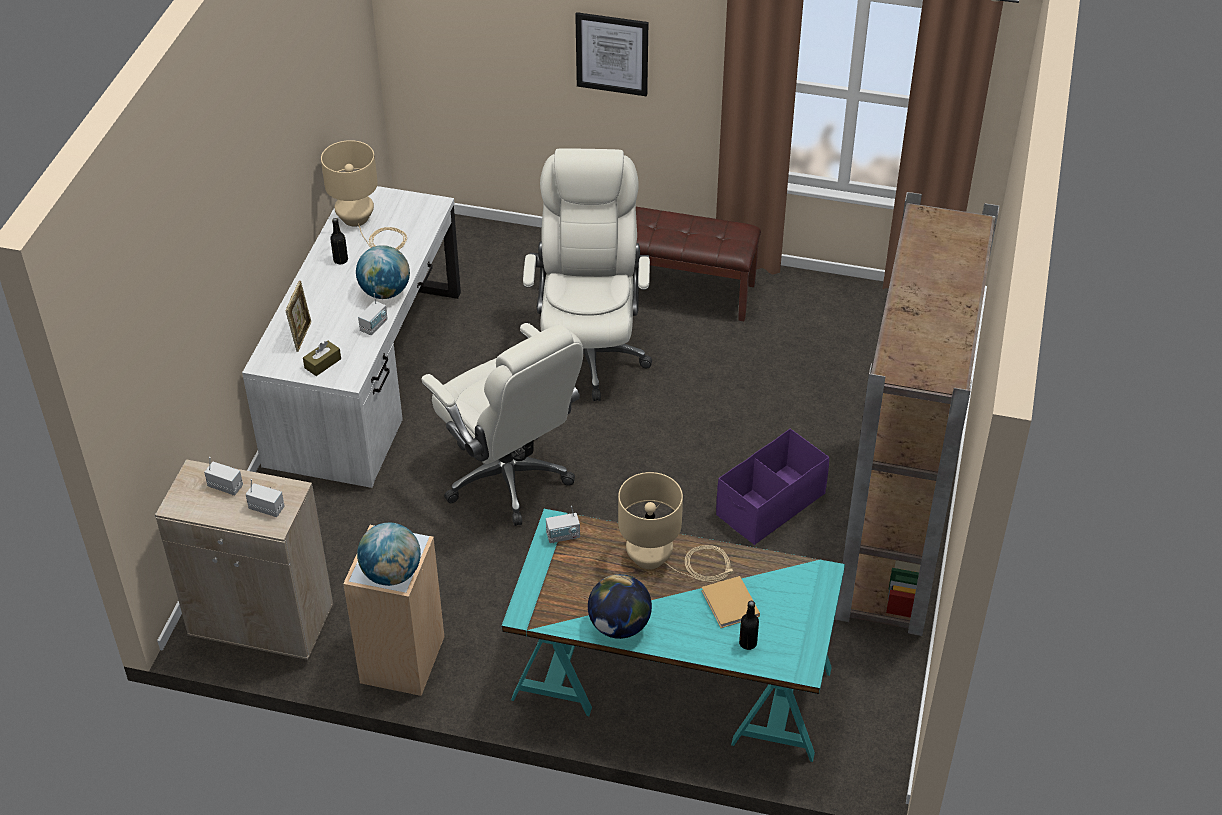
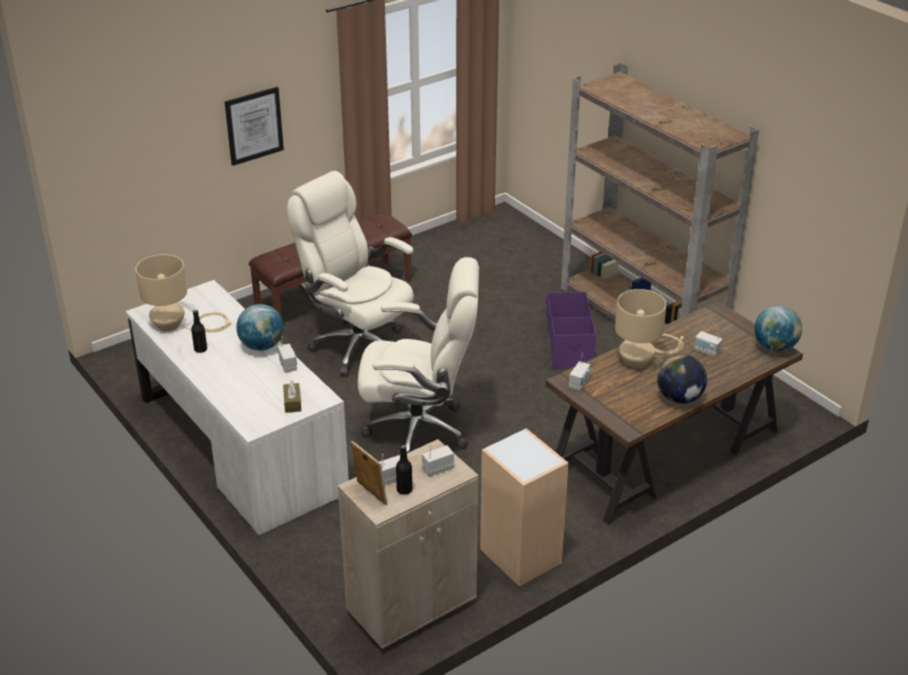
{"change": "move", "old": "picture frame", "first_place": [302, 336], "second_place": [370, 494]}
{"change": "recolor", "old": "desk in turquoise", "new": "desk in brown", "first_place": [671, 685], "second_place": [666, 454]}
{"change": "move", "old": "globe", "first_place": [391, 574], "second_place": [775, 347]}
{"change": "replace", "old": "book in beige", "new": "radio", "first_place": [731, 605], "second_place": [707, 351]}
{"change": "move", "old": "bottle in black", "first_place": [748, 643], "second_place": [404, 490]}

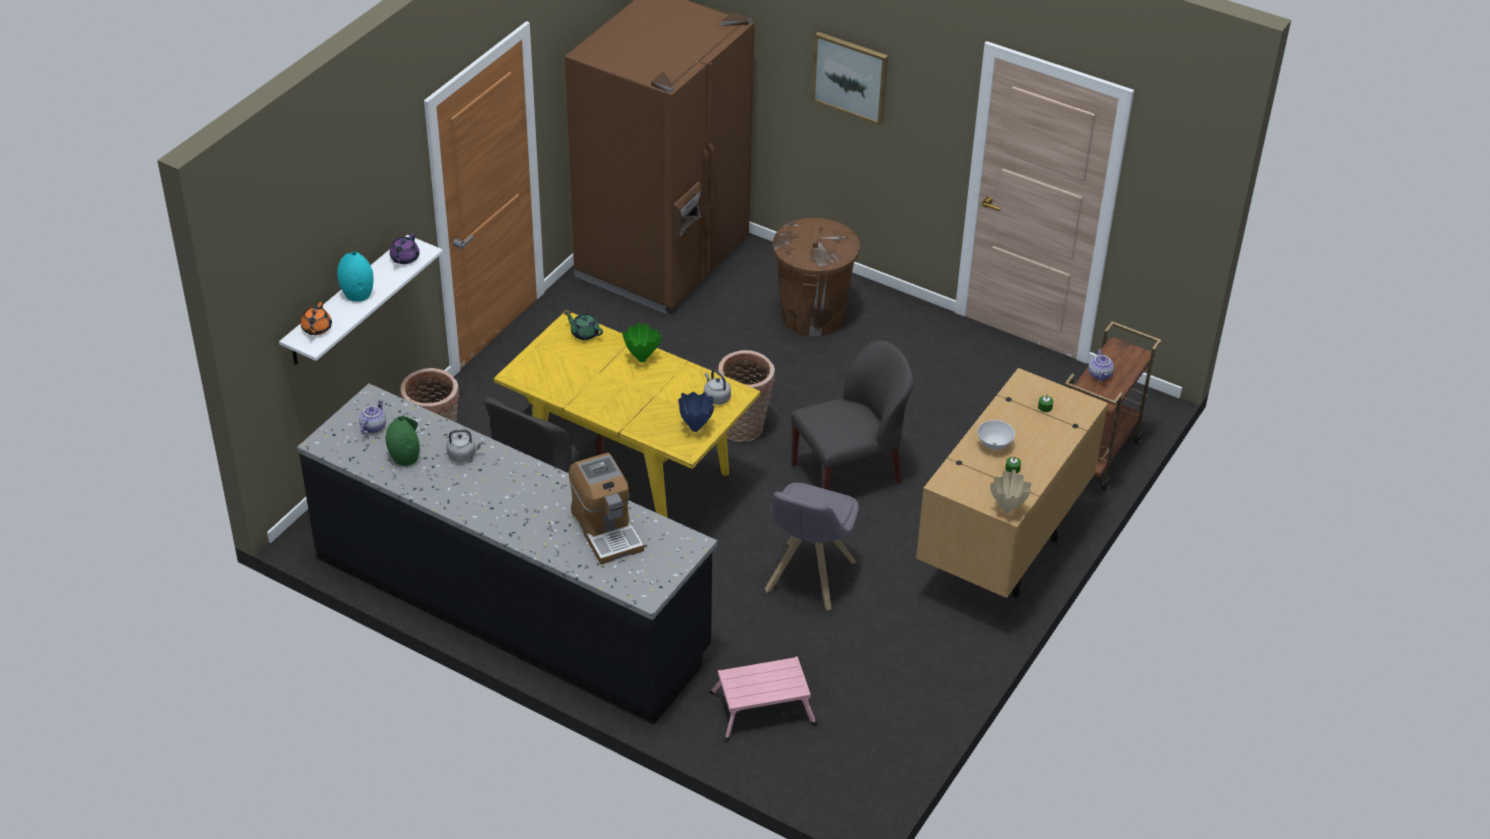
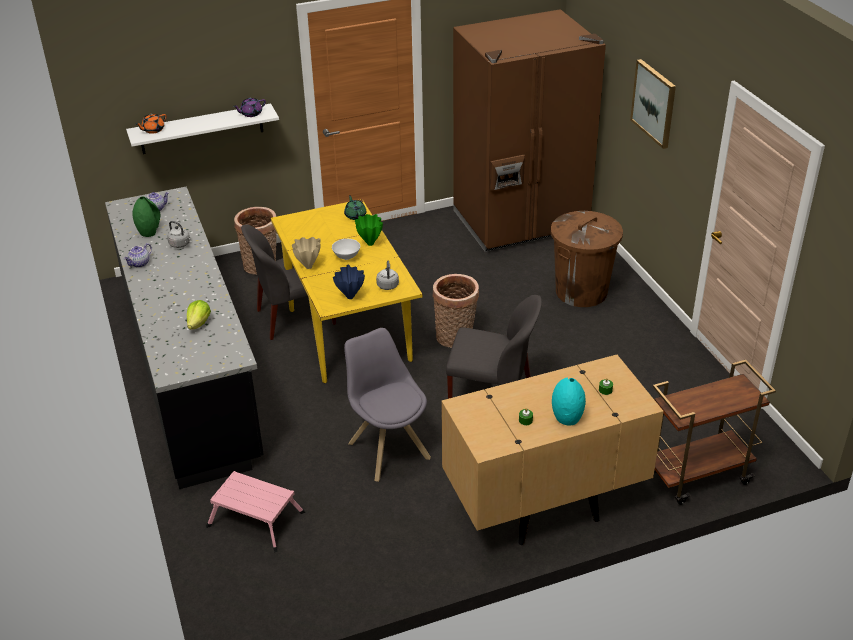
{"change": "move", "old": "vase in turquoise", "first_place": [358, 295], "second_place": [567, 418]}
{"change": "move", "old": "teapot", "first_place": [1100, 375], "second_place": [140, 264]}
{"change": "move", "old": "bowl in white", "first_place": [994, 445], "second_place": [346, 257]}
{"change": "replace", "old": "coffee machine", "new": "lettuce", "first_place": [606, 530], "second_place": [199, 323]}
{"change": "move", "old": "vase in beige", "first_place": [1007, 510], "second_place": [308, 267]}
{"change": "rotate", "old": "chair in grey", "first_place": [809, 576], "second_place": [388, 450], "degrees": 90}

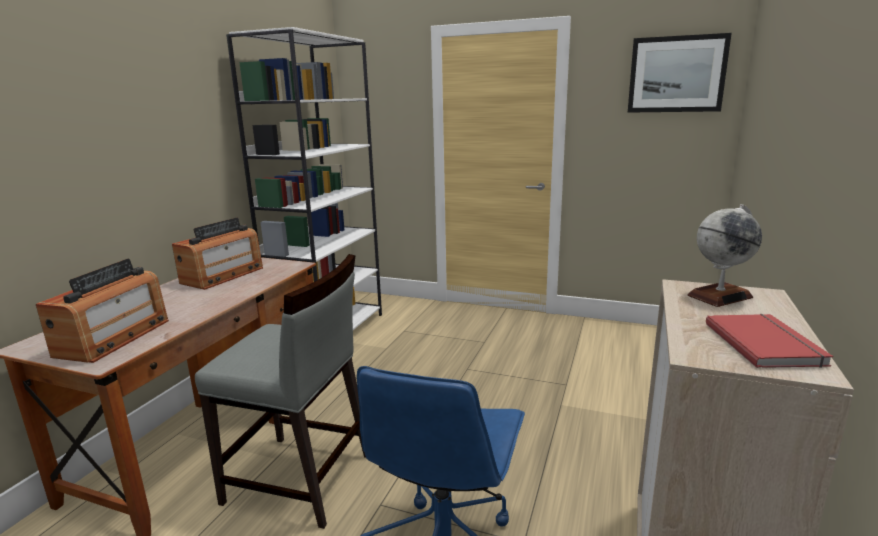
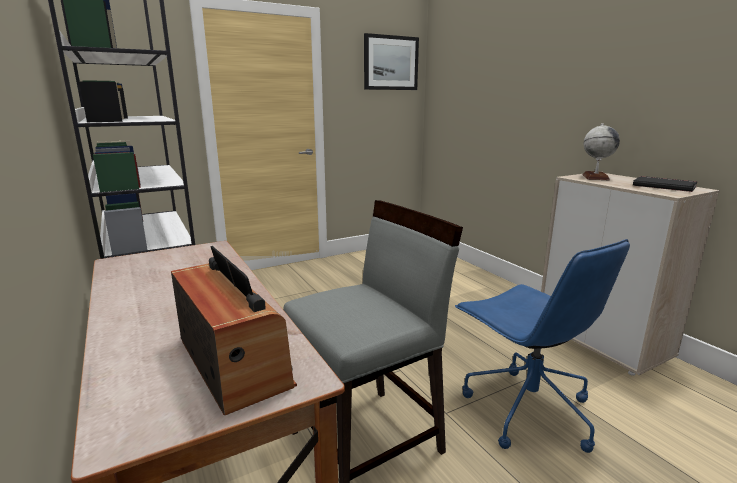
{"change": "delete", "old": "radio", "first_place": [223, 275]}
{"change": "recolor", "old": "book in red", "new": "book in black", "first_place": [765, 343], "second_place": [664, 186]}

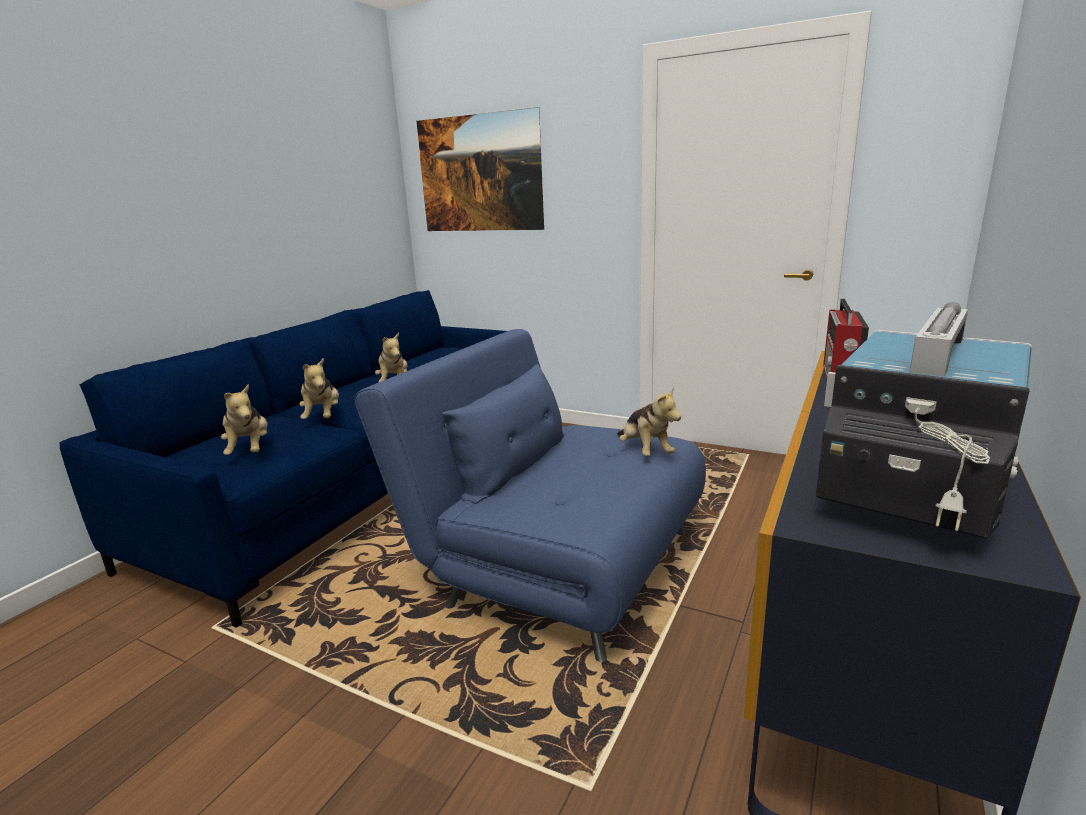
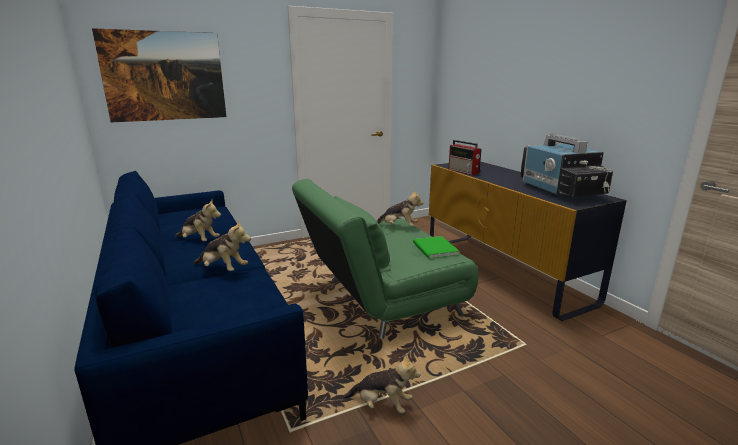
{"change": "recolor", "old": "armchair in blue", "new": "armchair in green", "first_place": [553, 561], "second_place": [380, 300]}
{"change": "move", "old": "plush toy", "first_place": [250, 450], "second_place": [382, 405]}
{"change": "insert", "new": "book in green", "second_place": [434, 249]}

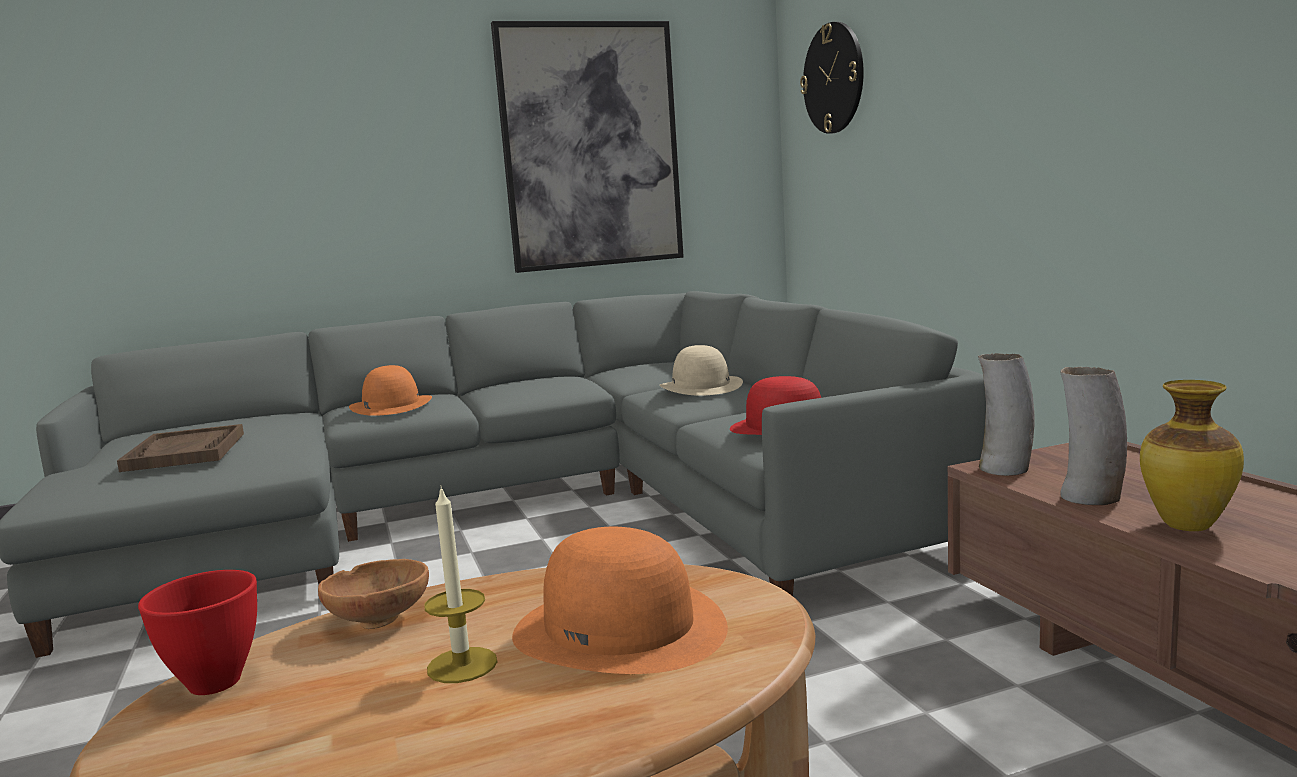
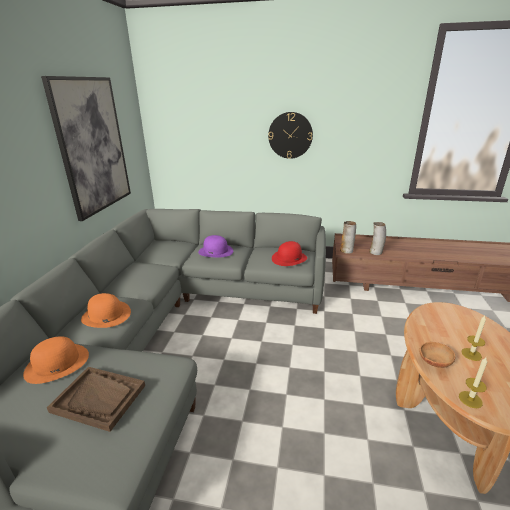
{"change": "move", "old": "wall clock", "first_place": [833, 78], "second_place": [290, 135]}
{"change": "recolor", "old": "hat in beige", "new": "hat in purple", "first_place": [701, 386], "second_place": [216, 251]}
{"change": "delete", "old": "vase", "first_place": [1185, 526]}
{"change": "move", "old": "hat in orange", "first_place": [620, 629], "second_place": [57, 363]}
{"change": "replace", "old": "bowl in red", "new": "candle", "first_place": [218, 682], "second_place": [470, 399]}

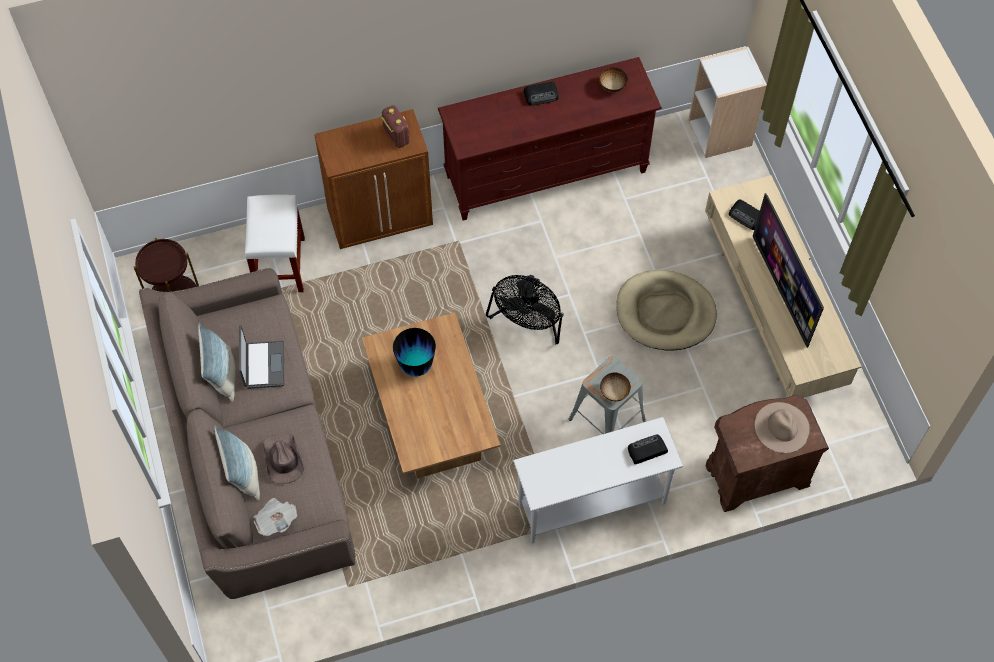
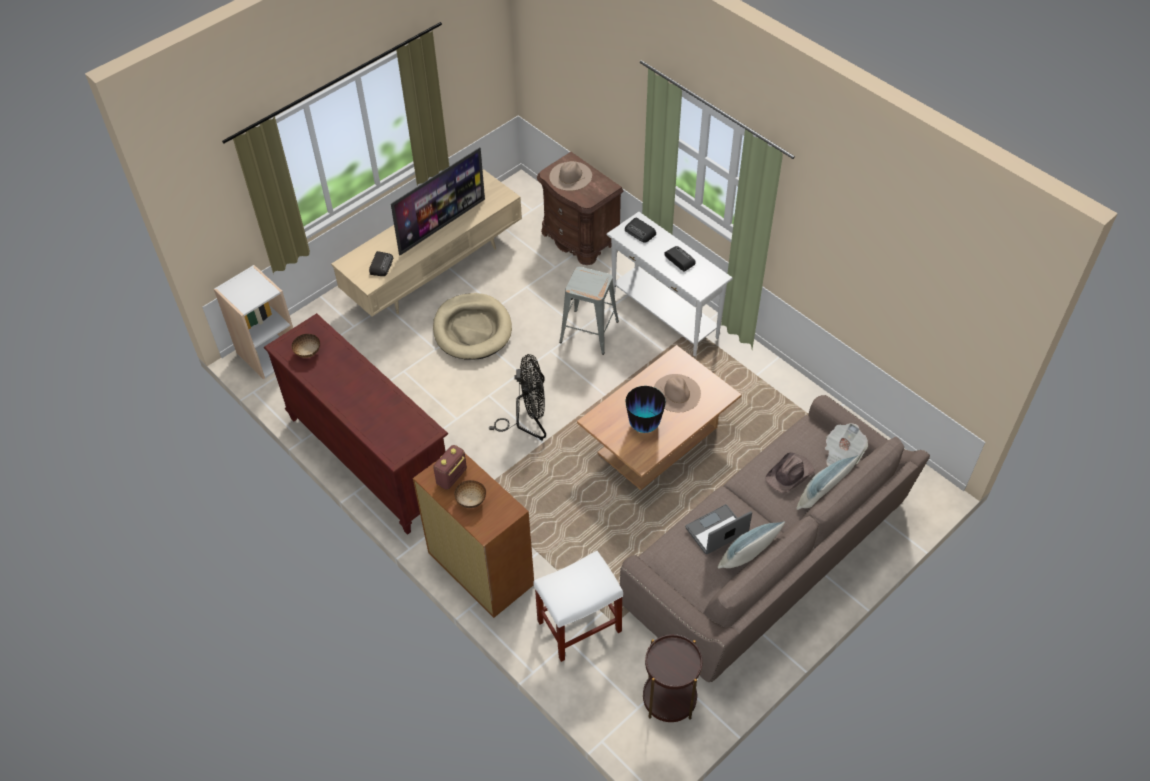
{"change": "move", "old": "radio", "first_place": [541, 95], "second_place": [679, 260]}
{"change": "move", "old": "bowl", "first_place": [614, 392], "second_place": [471, 500]}
{"change": "insert", "new": "hat in beige", "second_place": [677, 393]}

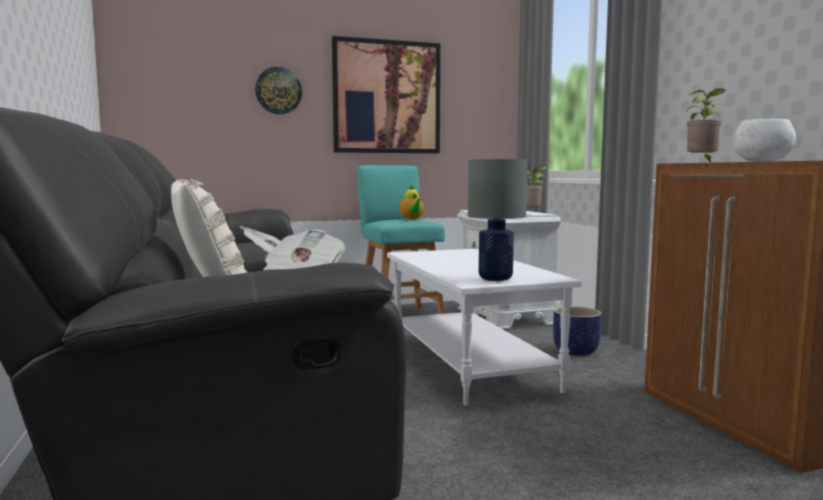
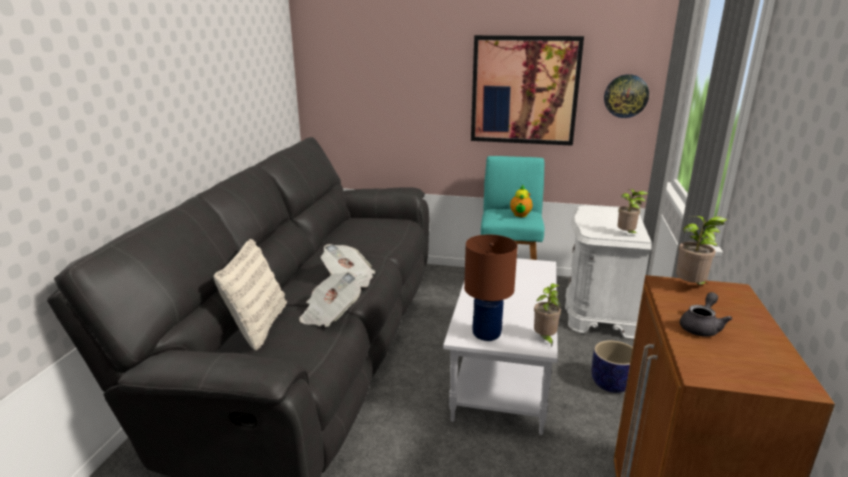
{"change": "move", "old": "wall clock", "first_place": [278, 91], "second_place": [626, 96]}
{"change": "replace", "old": "bowl in white", "new": "teapot in grey", "first_place": [761, 161], "second_place": [701, 327]}
{"change": "recolor", "old": "table lamp in grey", "new": "table lamp in brown", "first_place": [495, 279], "second_place": [486, 336]}
{"change": "insert", "new": "potted plant", "second_place": [545, 339]}

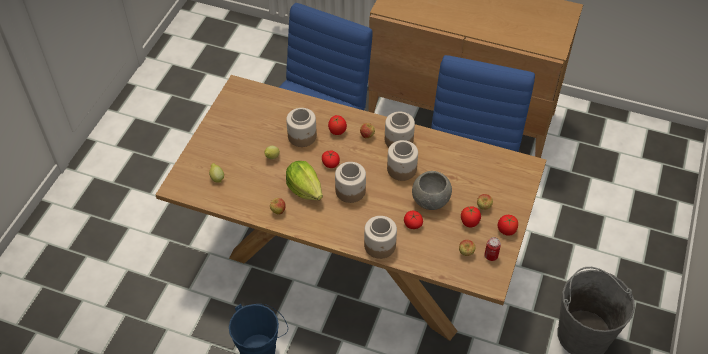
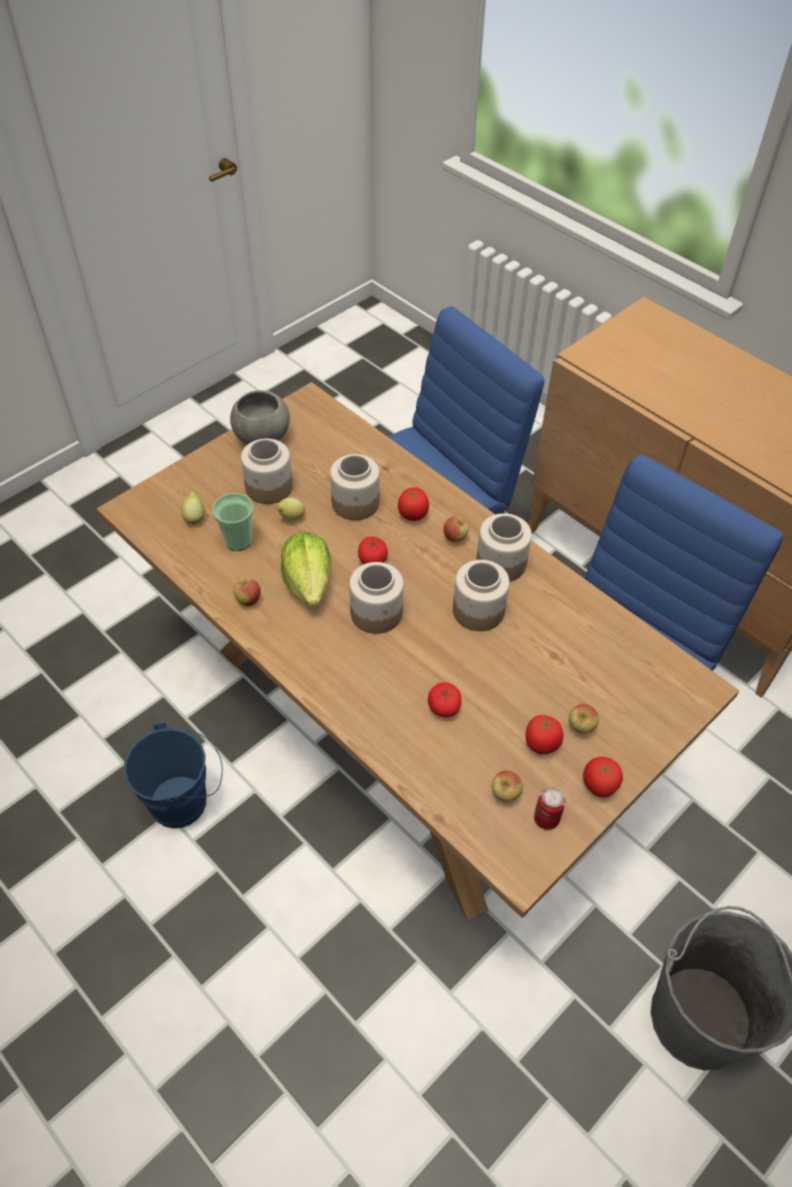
{"change": "move", "old": "bowl in grey", "first_place": [431, 200], "second_place": [263, 437]}
{"change": "move", "old": "jar", "first_place": [380, 245], "second_place": [269, 487]}
{"change": "insert", "new": "cup", "second_place": [238, 541]}

